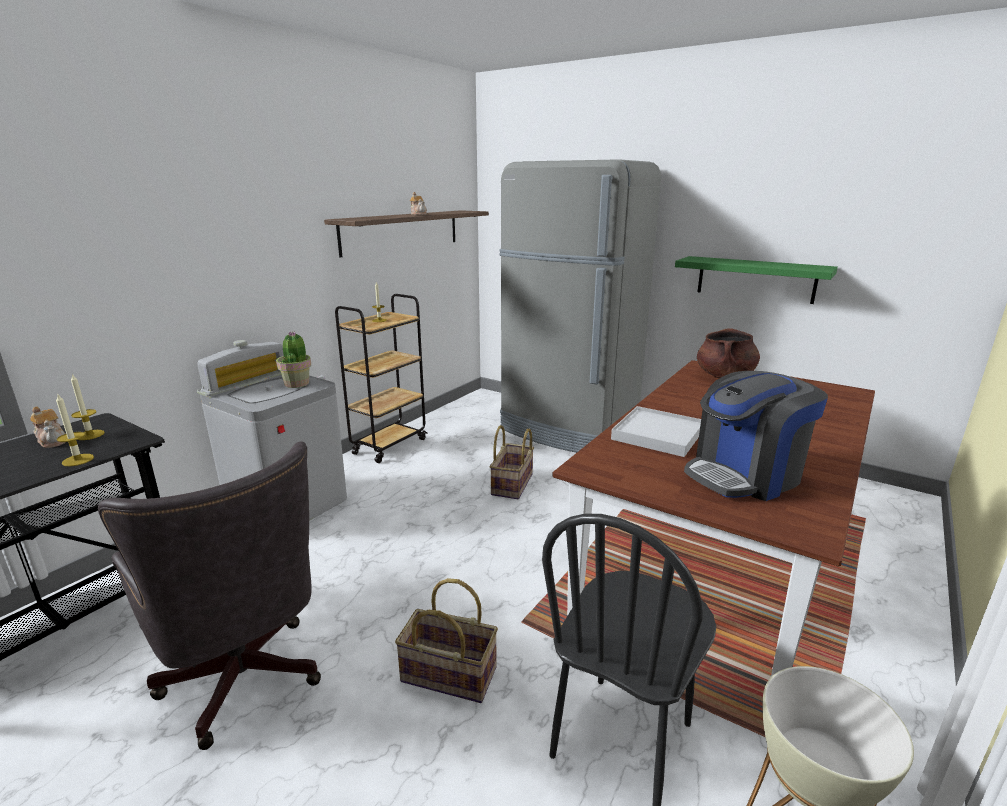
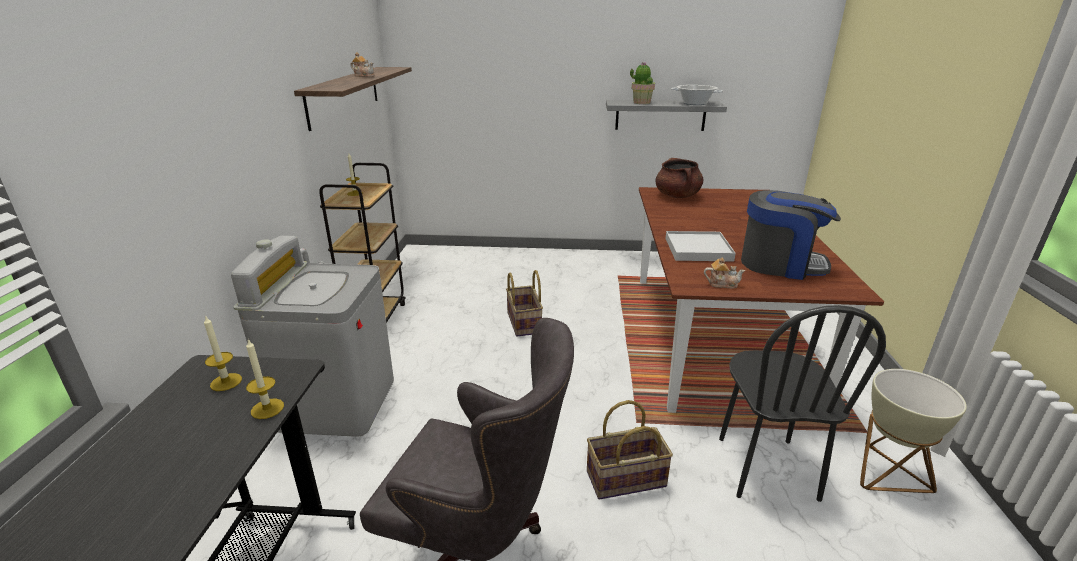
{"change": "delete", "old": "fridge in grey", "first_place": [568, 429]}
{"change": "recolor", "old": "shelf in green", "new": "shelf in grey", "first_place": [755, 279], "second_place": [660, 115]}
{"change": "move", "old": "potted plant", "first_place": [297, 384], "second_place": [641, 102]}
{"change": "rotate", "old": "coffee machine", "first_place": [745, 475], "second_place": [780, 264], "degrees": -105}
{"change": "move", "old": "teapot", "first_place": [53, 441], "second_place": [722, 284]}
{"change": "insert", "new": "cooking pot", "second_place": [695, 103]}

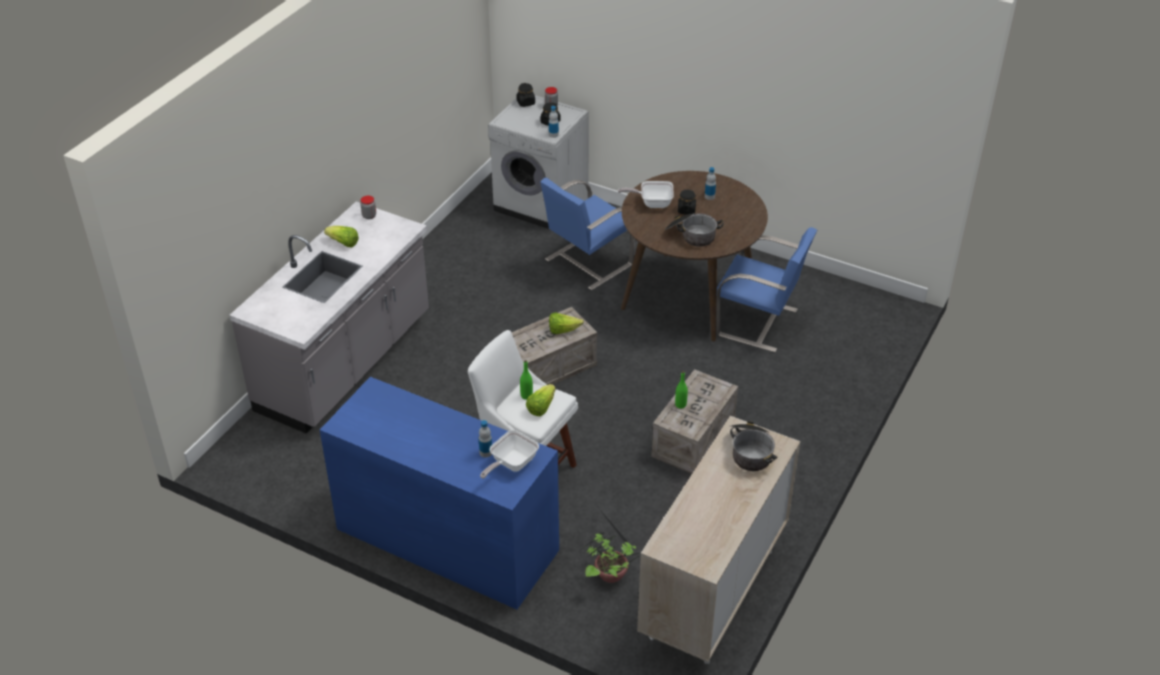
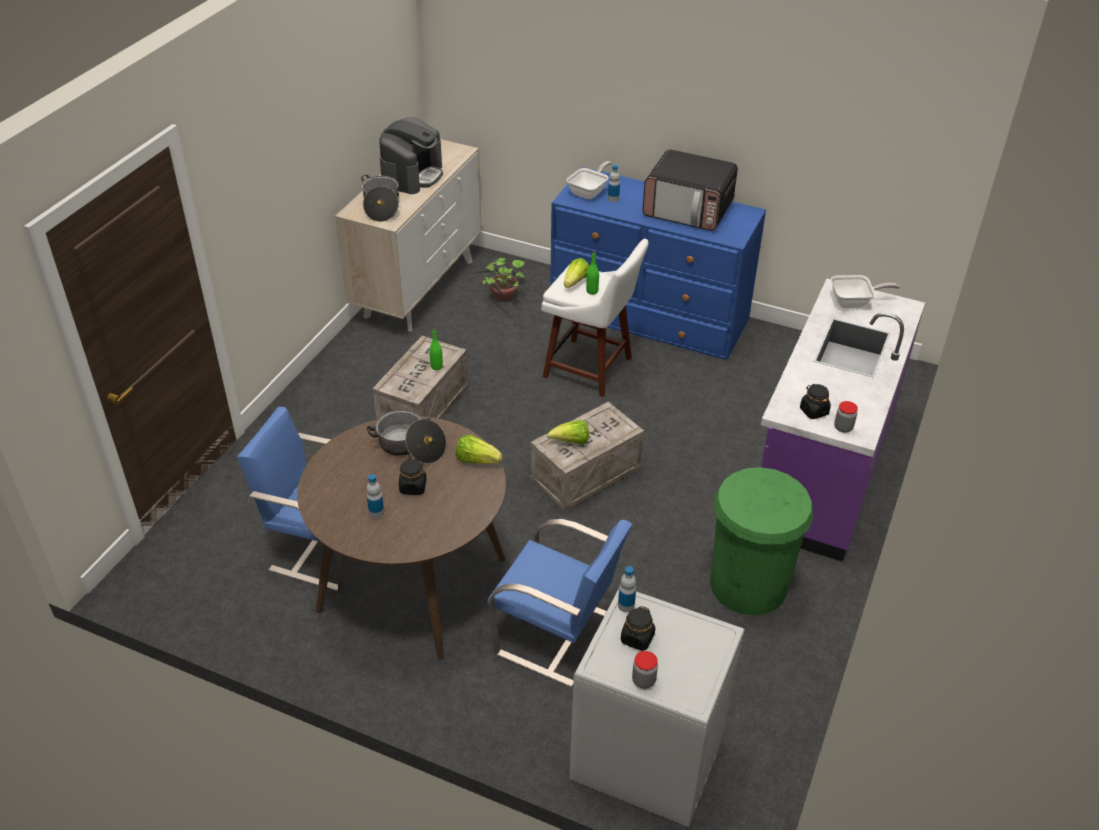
{"change": "move", "old": "jar in black", "first_place": [526, 103], "second_place": [813, 411]}
{"change": "rotate", "old": "chair in blue", "first_place": [587, 262], "second_place": [557, 636], "degrees": 75}
{"change": "move", "old": "frying pan", "first_place": [652, 203], "second_place": [854, 302]}
{"change": "recolor", "old": "counter in grey", "new": "counter in purple", "first_place": [346, 364], "second_place": [822, 468]}
{"change": "move", "old": "lettuce", "first_place": [343, 243], "second_place": [477, 460]}
{"change": "insert", "new": "coffee machine", "second_place": [412, 175]}
{"change": "insert", "new": "microwave", "second_place": [688, 210]}
{"change": "insert", "new": "trash can in green", "second_place": [748, 585]}

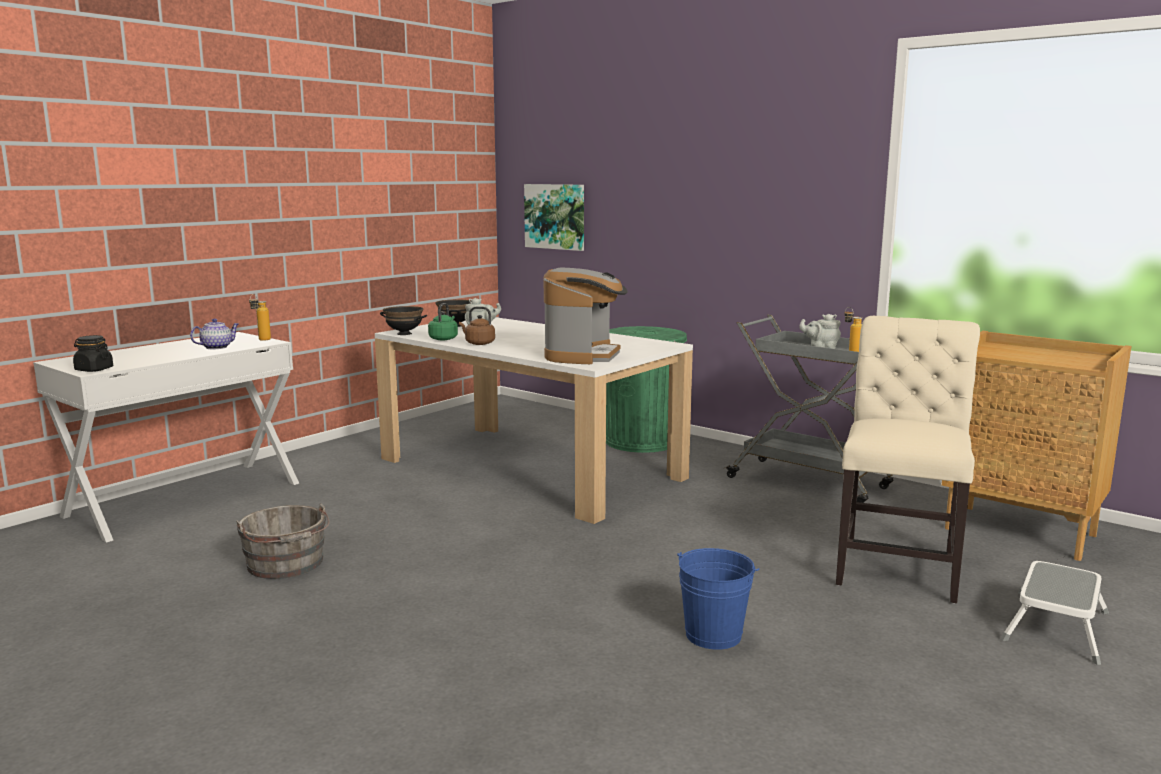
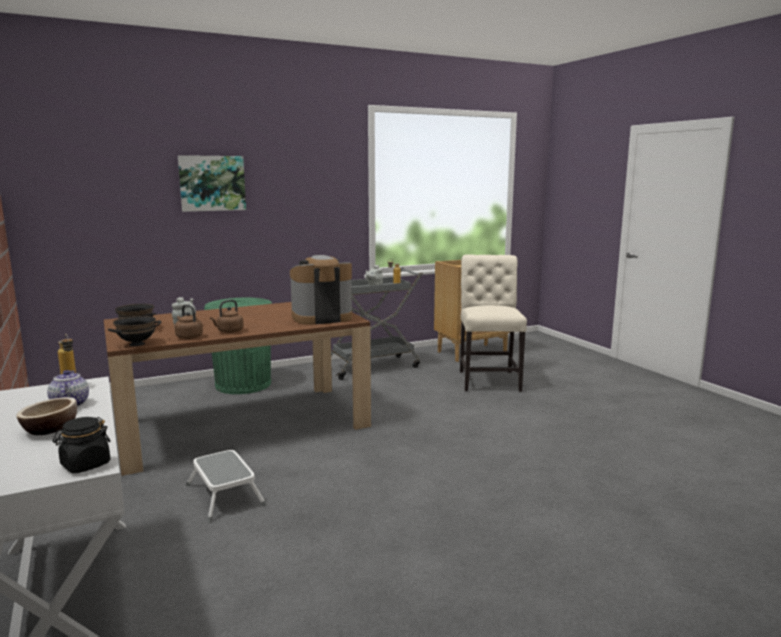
{"change": "move", "old": "picture", "first_place": [555, 216], "second_place": [212, 183]}
{"change": "rotate", "old": "coffee machine", "first_place": [583, 355], "second_place": [321, 317], "degrees": -60}
{"change": "recolor", "old": "kettle in green", "new": "kettle in brown", "first_place": [444, 338], "second_place": [188, 337]}
{"change": "rotate", "old": "chair in beige", "first_place": [899, 565], "second_place": [489, 379], "degrees": 45}
{"change": "recolor", "old": "dining table in white", "new": "dining table in brown", "first_place": [529, 468], "second_place": [242, 425]}
{"change": "delete", "old": "bucket in grey", "first_place": [287, 565]}
{"change": "delete", "old": "bucket in blue", "first_place": [713, 635]}
{"change": "move", "old": "step ladder in grey", "first_place": [1057, 626], "second_place": [225, 495]}
{"change": "insert", "new": "bowl", "second_place": [50, 429]}

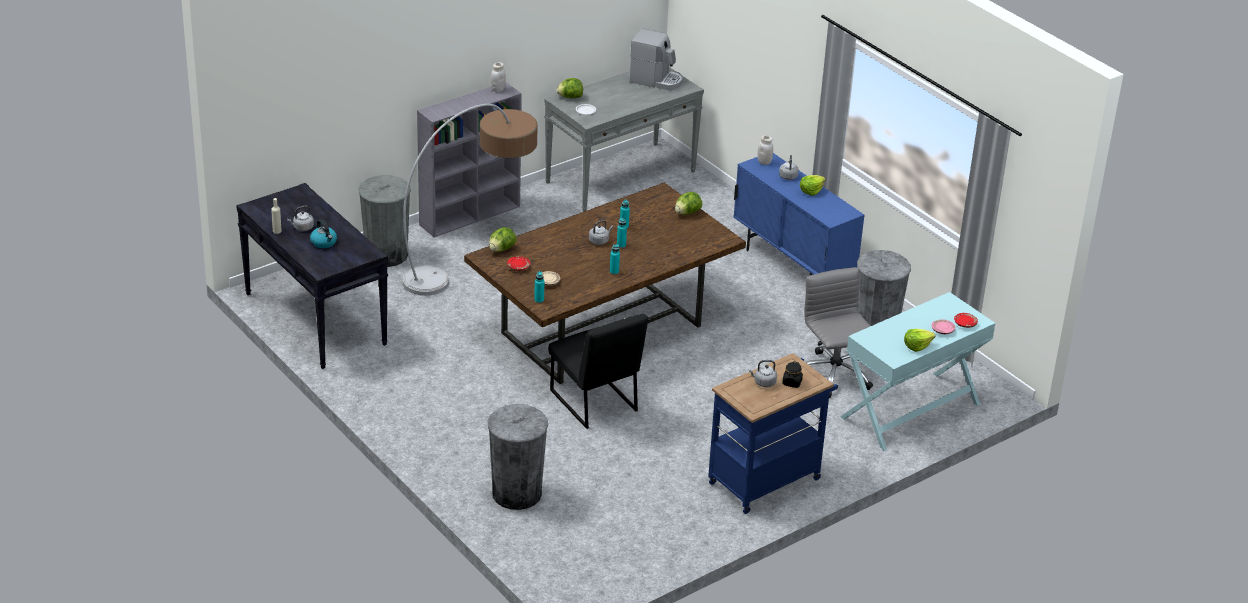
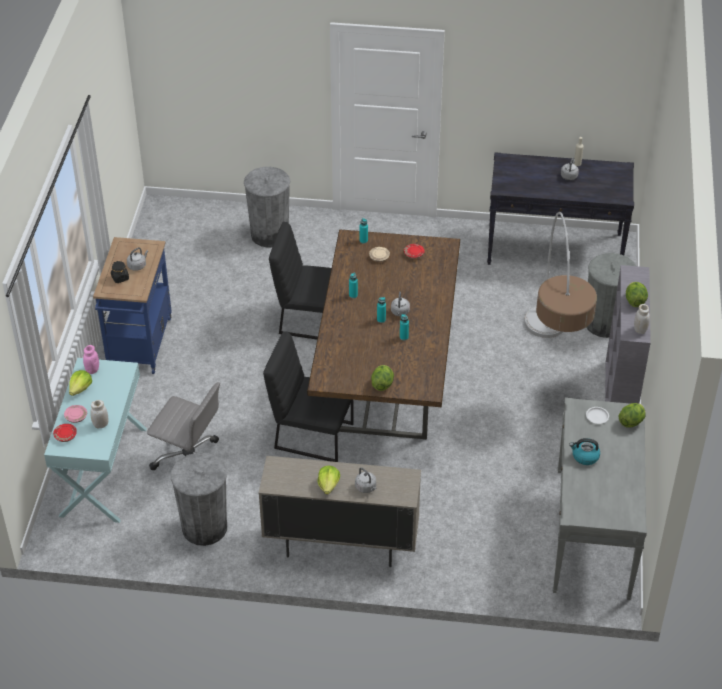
{"change": "delete", "old": "coffee machine", "first_place": [656, 80]}
{"change": "move", "old": "jar in white", "first_place": [764, 162], "second_place": [101, 425]}
{"change": "recolor", "old": "cabinet in blue", "new": "cabinet in beige", "first_place": [792, 267], "second_place": [341, 545]}
{"change": "move", "old": "kettle", "first_place": [324, 243], "second_place": [585, 457]}
{"change": "move", "old": "lettuce", "first_place": [501, 249], "second_place": [634, 301]}
{"change": "insert", "new": "chair in black", "second_place": [311, 435]}
{"change": "insert", "new": "jar in pink", "second_place": [92, 370]}

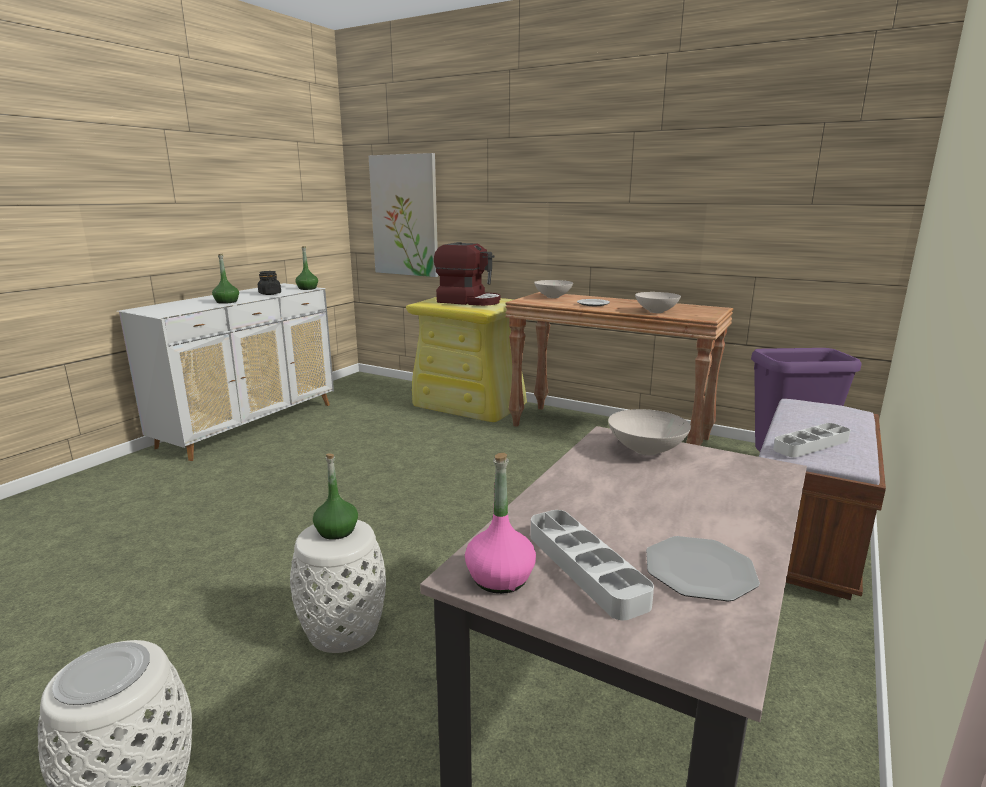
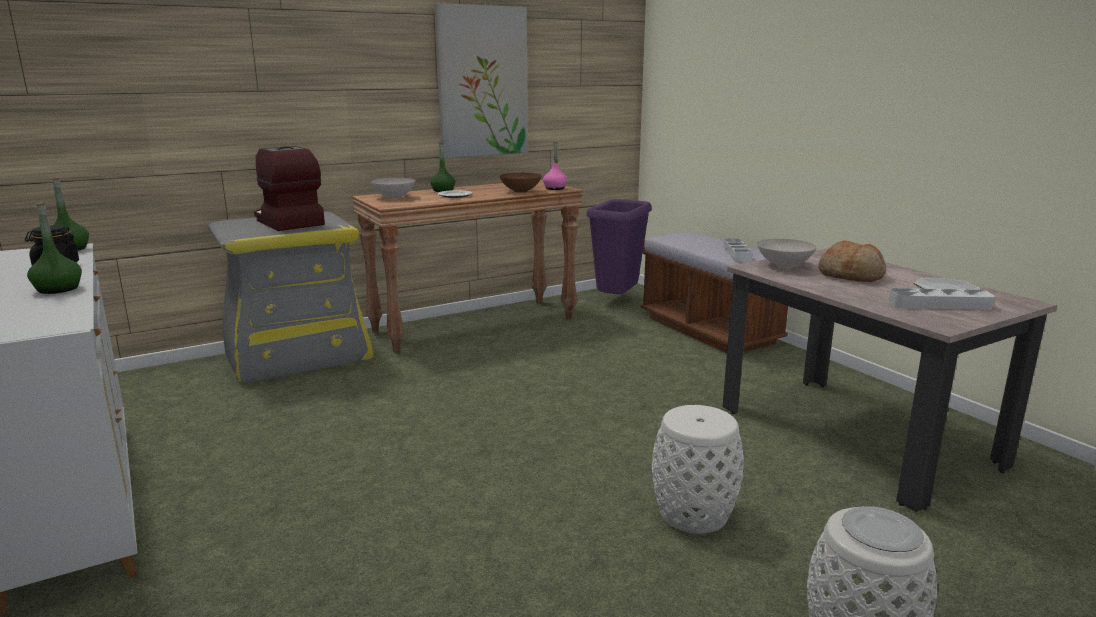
{"change": "move", "old": "picture", "first_place": [405, 216], "second_place": [482, 82]}
{"change": "rotate", "old": "coffee machine", "first_place": [469, 301], "second_place": [287, 222], "degrees": -90}
{"change": "recolor", "old": "bowl in white", "new": "bowl in brown", "first_place": [655, 311], "second_place": [520, 191]}
{"change": "recolor", "old": "nightstand in yellow", "new": "nightstand in grey", "first_place": [469, 405], "second_place": [300, 357]}
{"change": "move", "old": "bottle in green", "first_place": [337, 531], "second_place": [443, 190]}
{"change": "move", "old": "bottle in pink", "first_place": [500, 578], "second_place": [555, 188]}
{"change": "insert", "new": "bread", "second_place": [851, 275]}

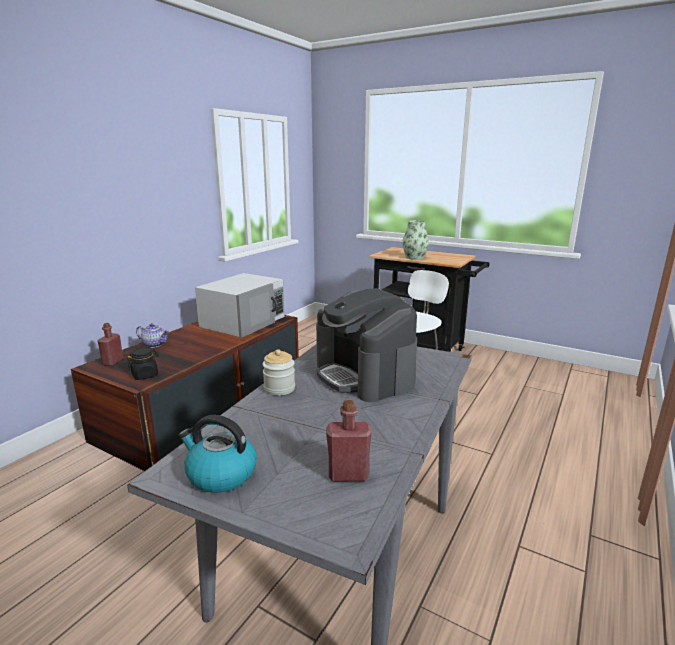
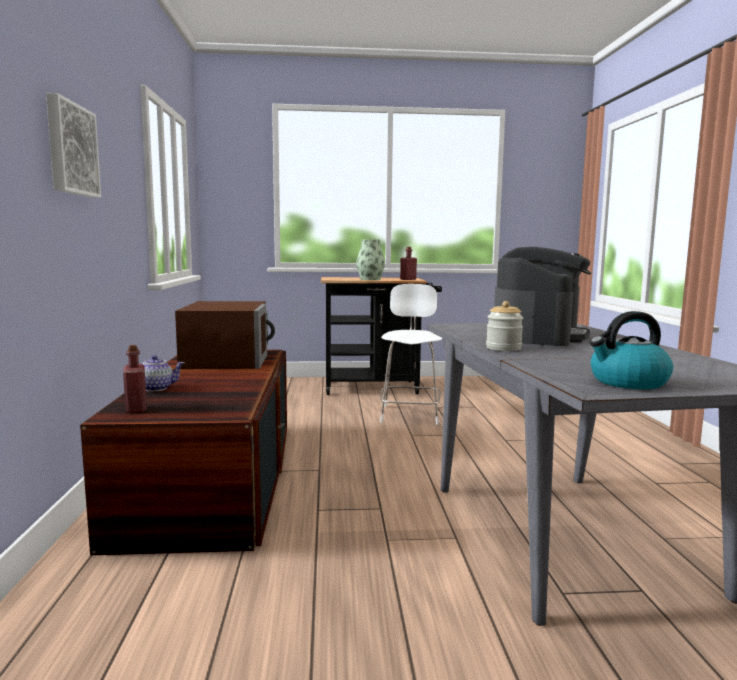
{"change": "recolor", "old": "microwave in white", "new": "microwave in brown", "first_place": [244, 321], "second_place": [227, 359]}
{"change": "rotate", "old": "coffee machine", "first_place": [364, 375], "second_place": [538, 335], "degrees": -90}
{"change": "delete", "old": "jar in black", "first_place": [145, 375]}
{"change": "move", "old": "bottle in red", "first_place": [348, 475], "second_place": [408, 279]}
{"change": "insert", "new": "picture", "second_place": [70, 149]}

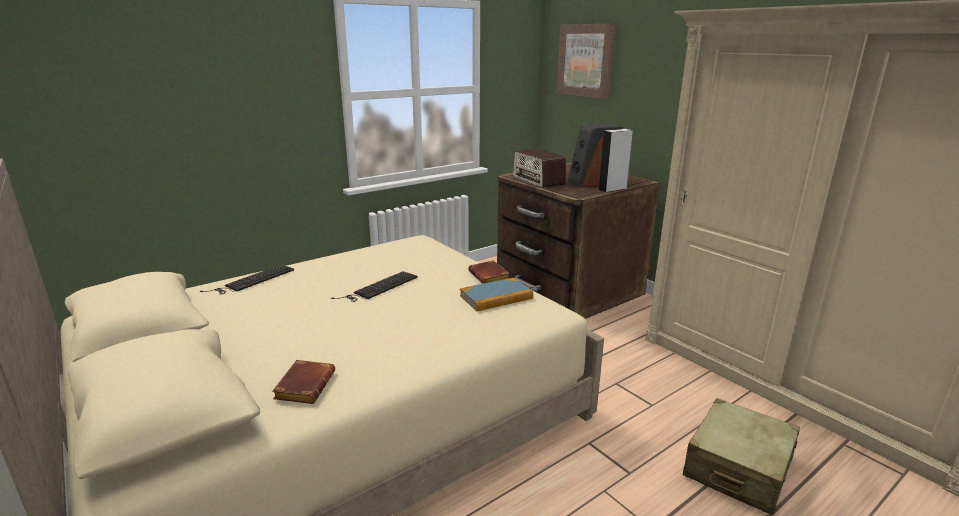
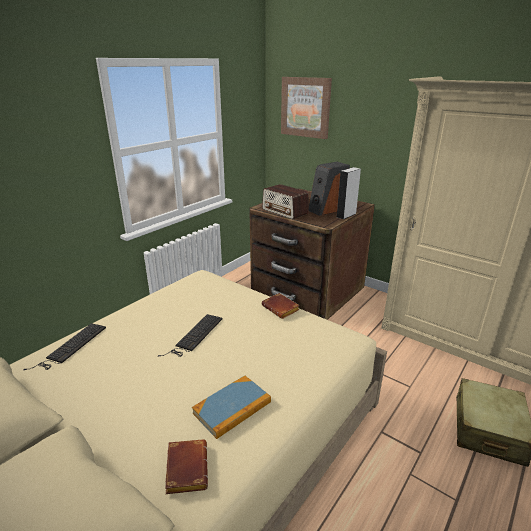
{"change": "move", "old": "book", "first_place": [496, 297], "second_place": [232, 408]}

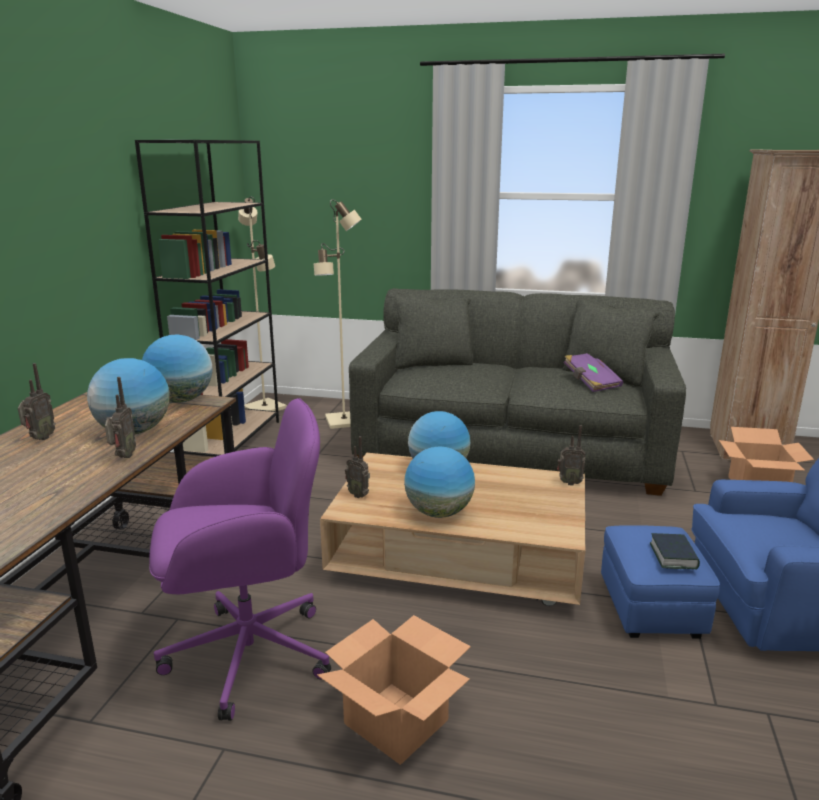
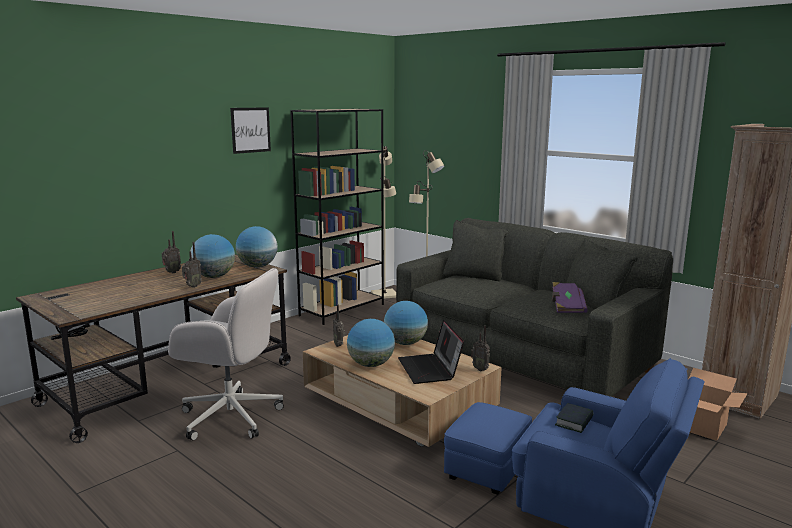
{"change": "recolor", "old": "office chair in purple", "new": "office chair in white", "first_place": [249, 656], "second_place": [230, 417]}
{"change": "move", "old": "book", "first_place": [673, 556], "second_place": [574, 422]}
{"change": "delete", "old": "cardboard box", "first_place": [394, 721]}
{"change": "insert", "new": "picture", "second_place": [250, 130]}
{"change": "insert", "new": "laptop", "second_place": [430, 369]}

